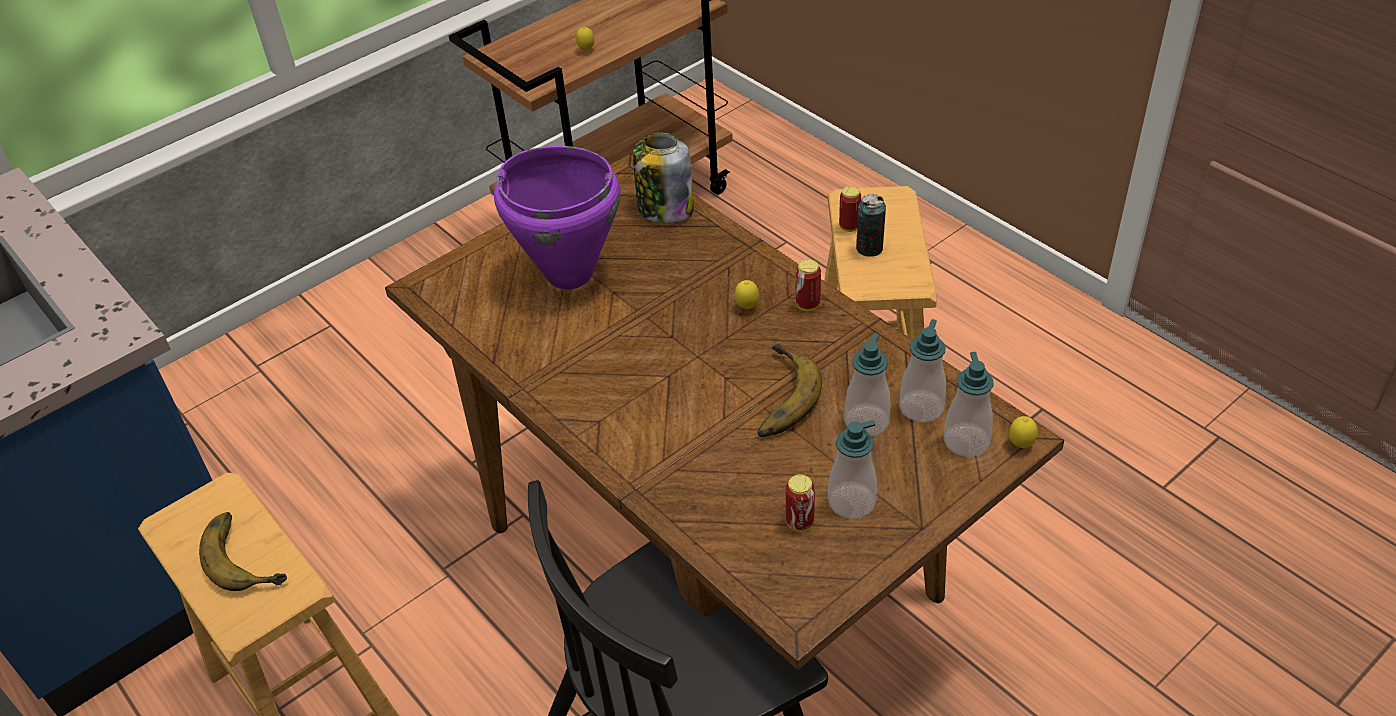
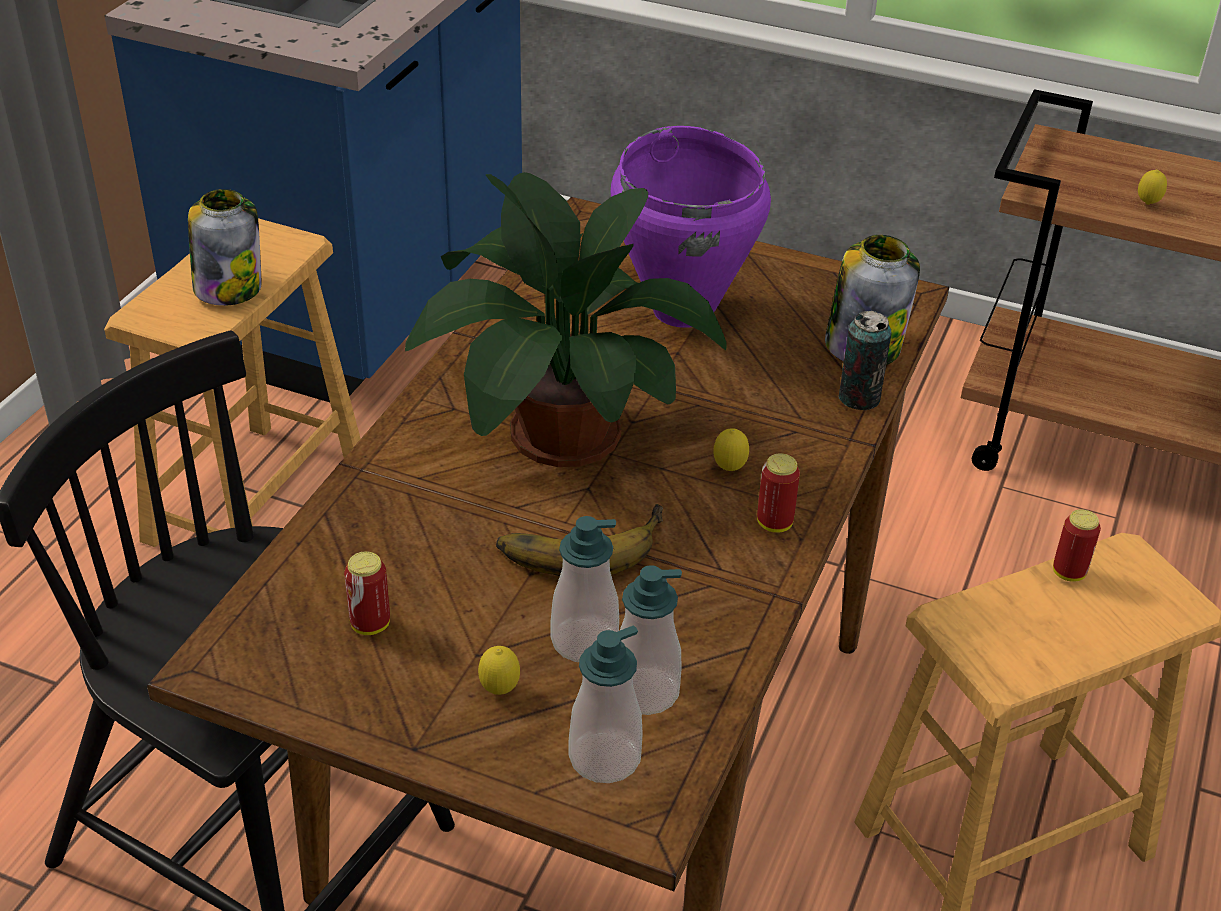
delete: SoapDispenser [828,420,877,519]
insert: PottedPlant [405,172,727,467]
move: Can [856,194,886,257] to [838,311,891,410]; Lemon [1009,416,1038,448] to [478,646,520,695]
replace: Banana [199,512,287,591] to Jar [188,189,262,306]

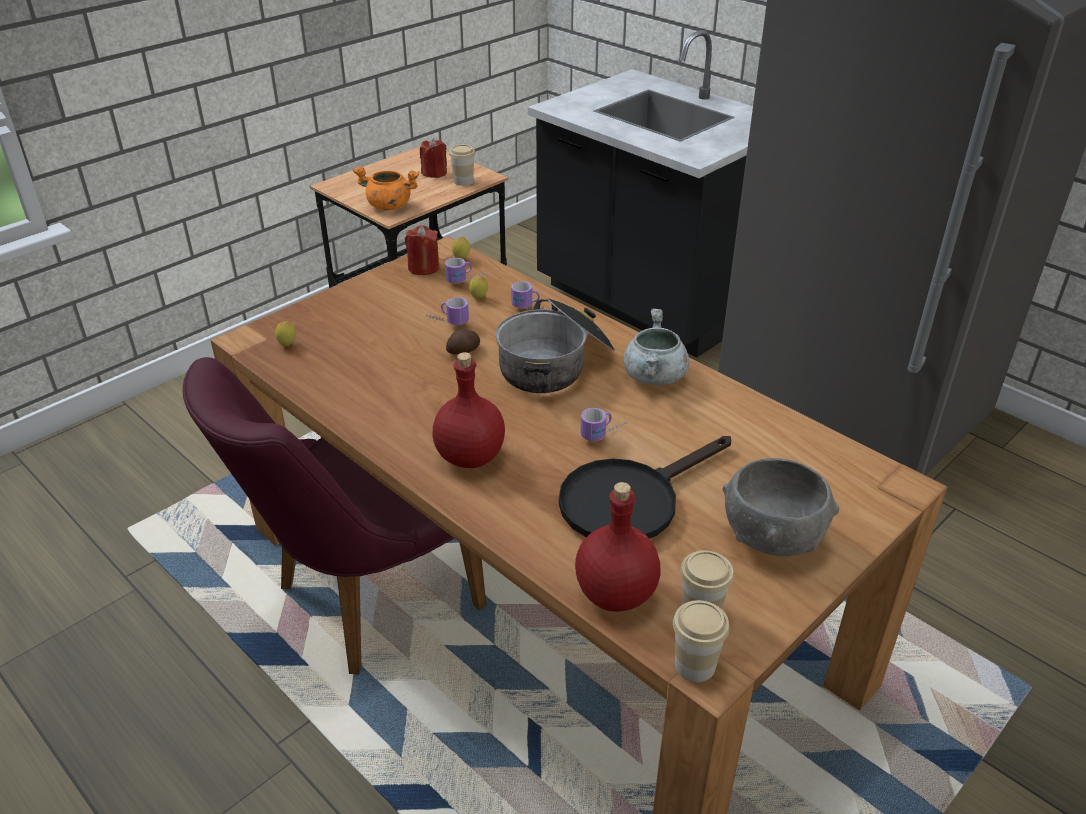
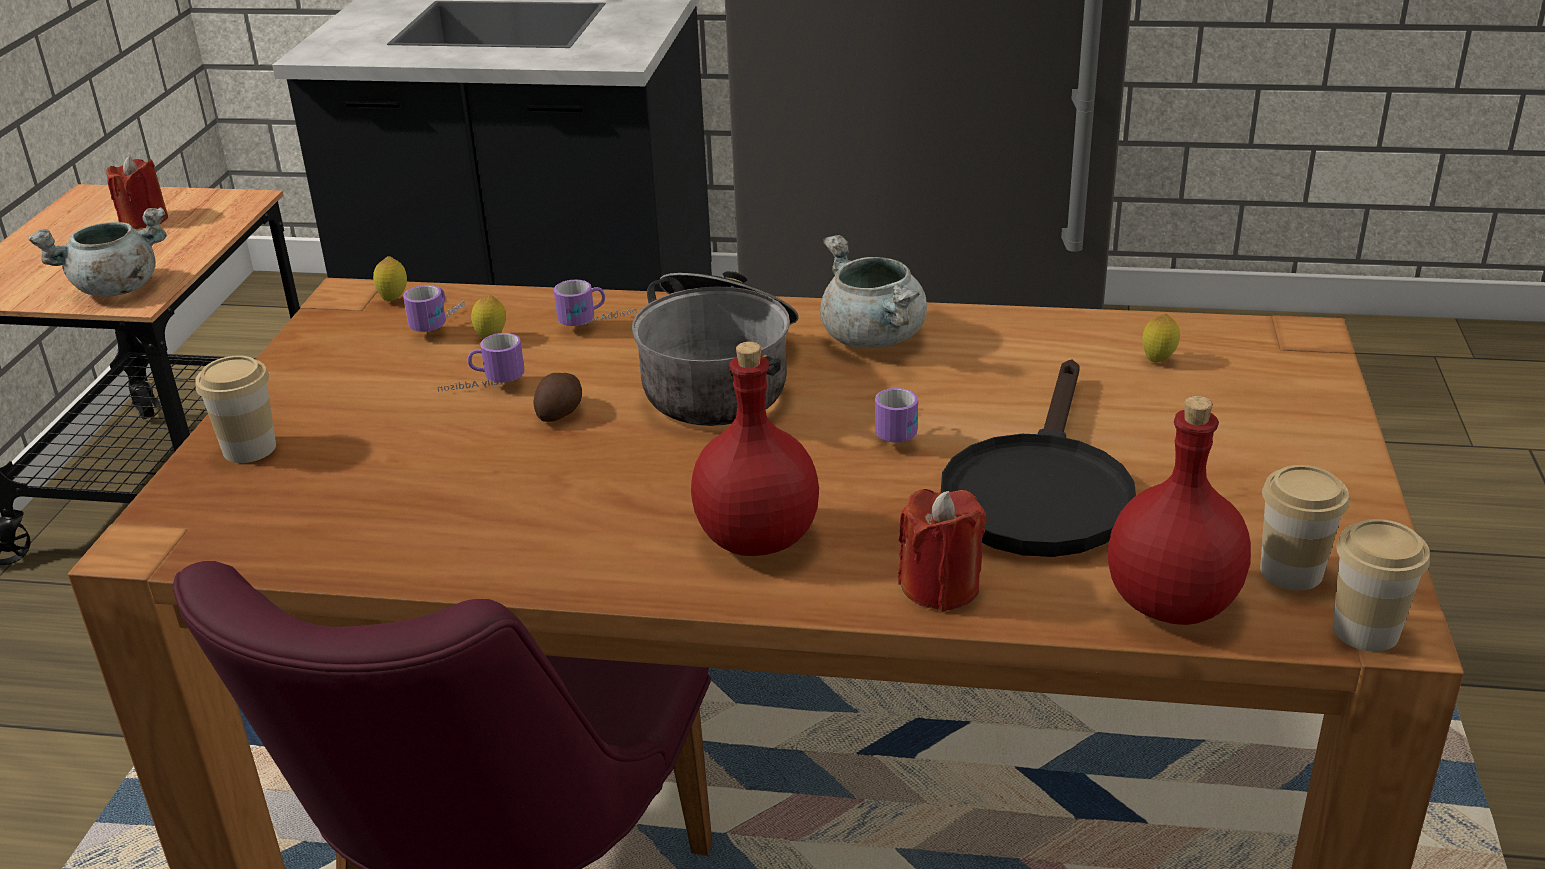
delete: GreyBowl [722,458,839,556]
move: Cup [449,144,475,186] to [195,355,276,463]; RedCandle [405,225,439,275] to [898,489,986,612]; Lemon [275,321,296,346] to [1142,314,1180,362]
recolor: OrangeCookingPot [353,167,419,210] to GreyCookingPot [28,207,167,297]

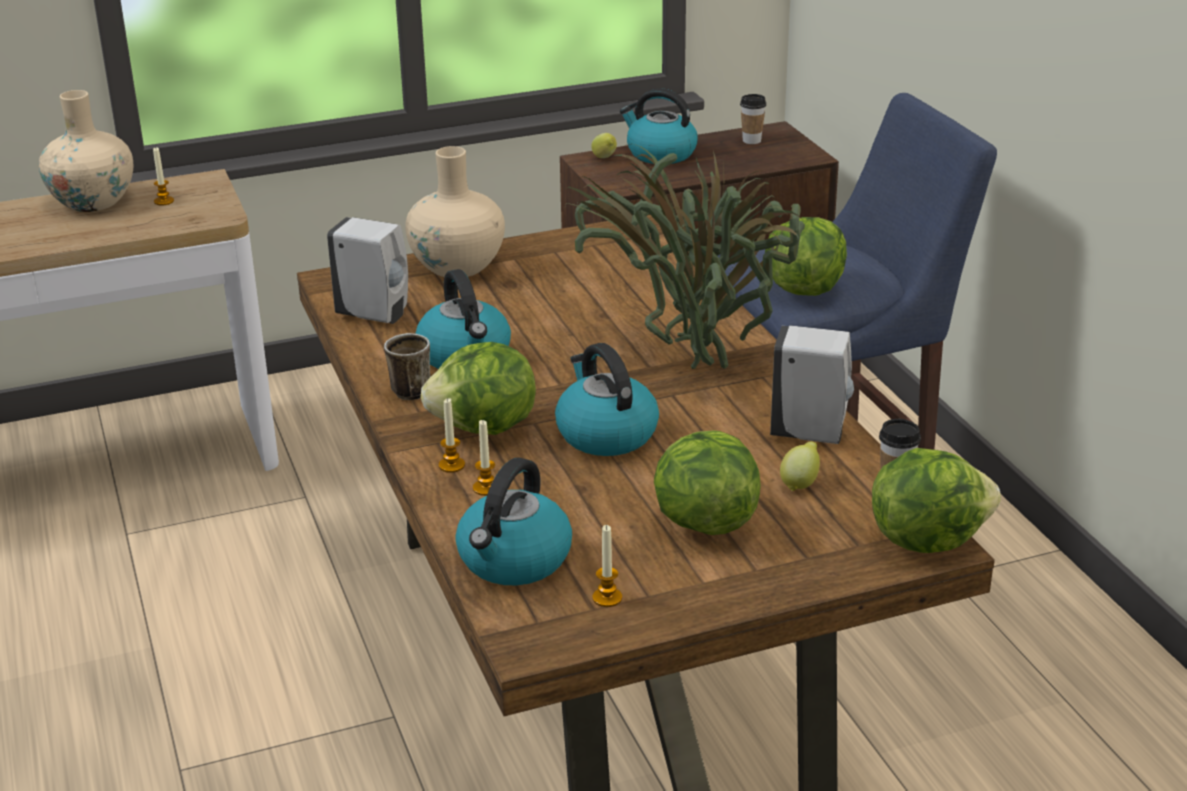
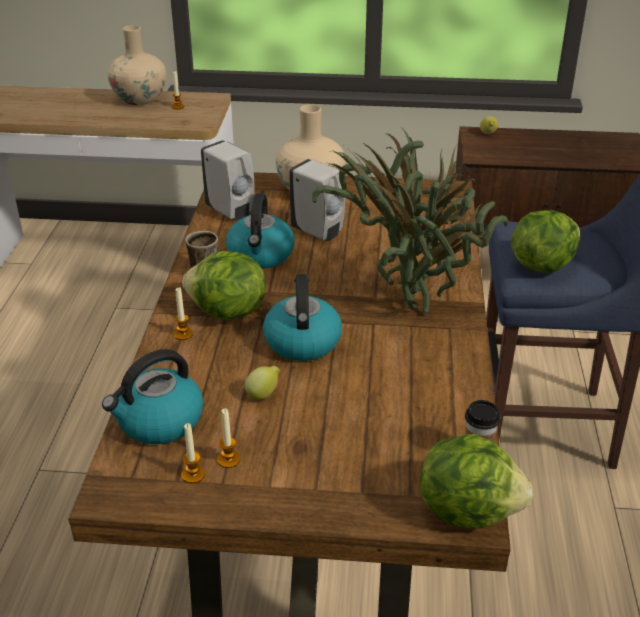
delete: Kettle [620,88,698,164]; Cup [740,94,766,144]; Lettuce [654,430,761,535]
move: WhiteSoapDispenser [770,325,854,444] to [289,159,345,241]; Candle [473,420,495,496] to [217,408,240,468]; Lemon [780,441,820,491] to [244,366,280,400]

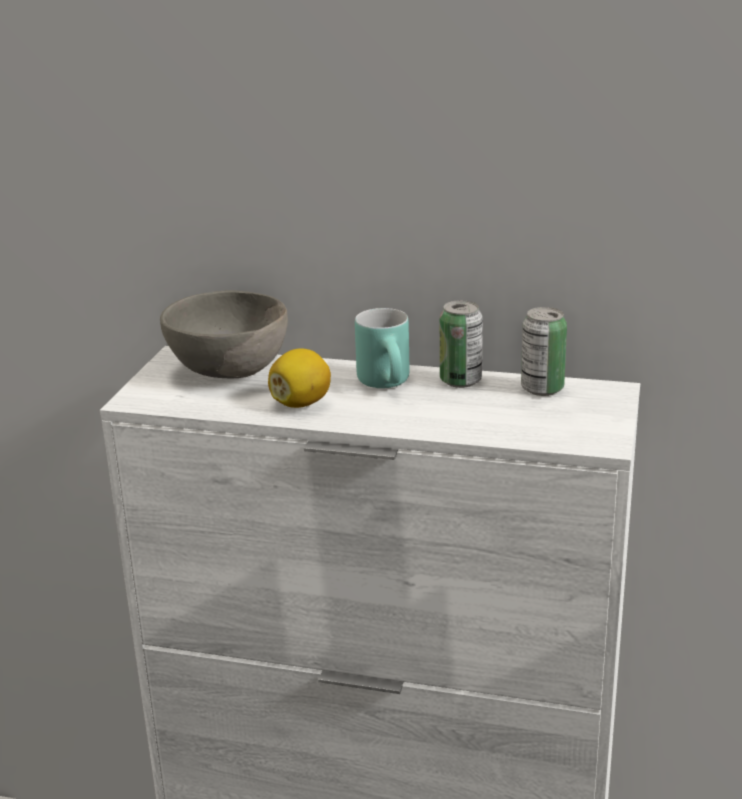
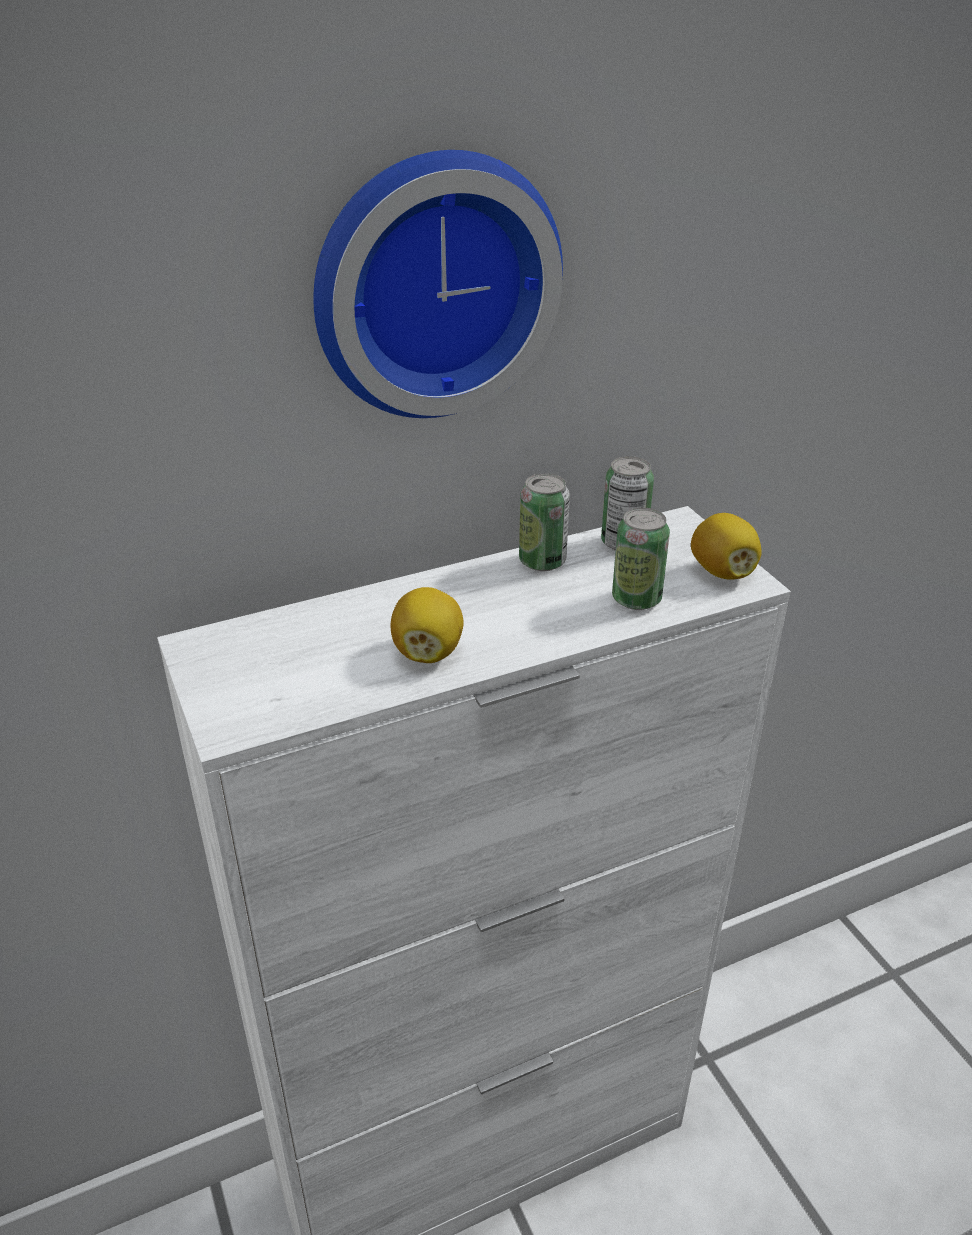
delete: GreyBowl [160,290,288,379]; TurquoiseMug [355,308,410,388]
insert: WallClock [313,150,563,418]; Can [612,508,670,610]; Lemon [691,513,762,580]

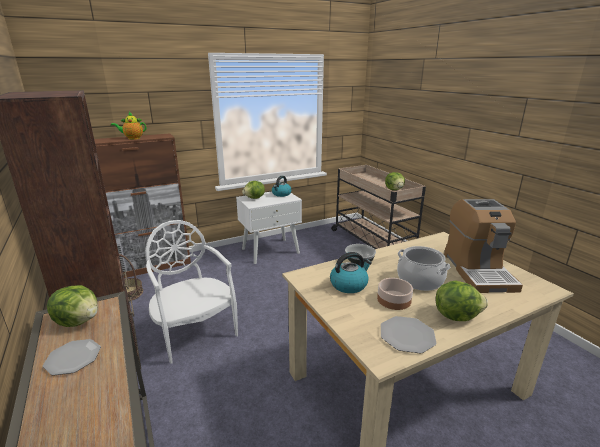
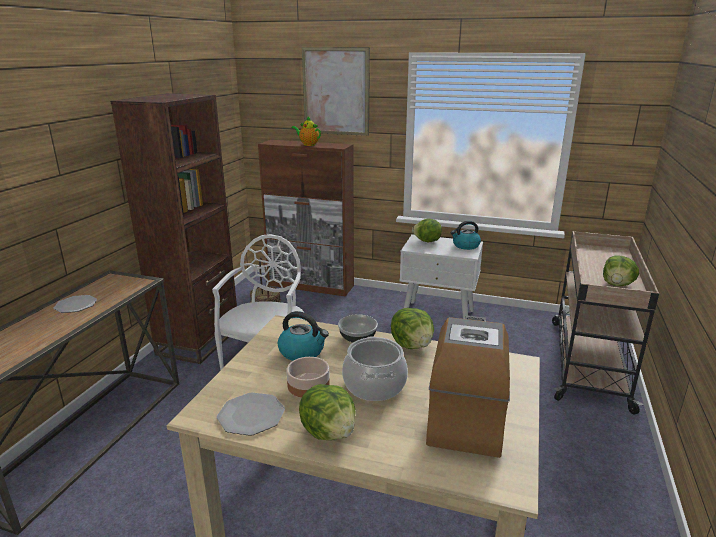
insert: Picture [302,47,370,136]
move: Lettuce [47,285,98,327] to [391,308,434,349]
rotate: CoffeeMachine [444,199,523,293] = [426,315,510,458] 150 degrees clockwise

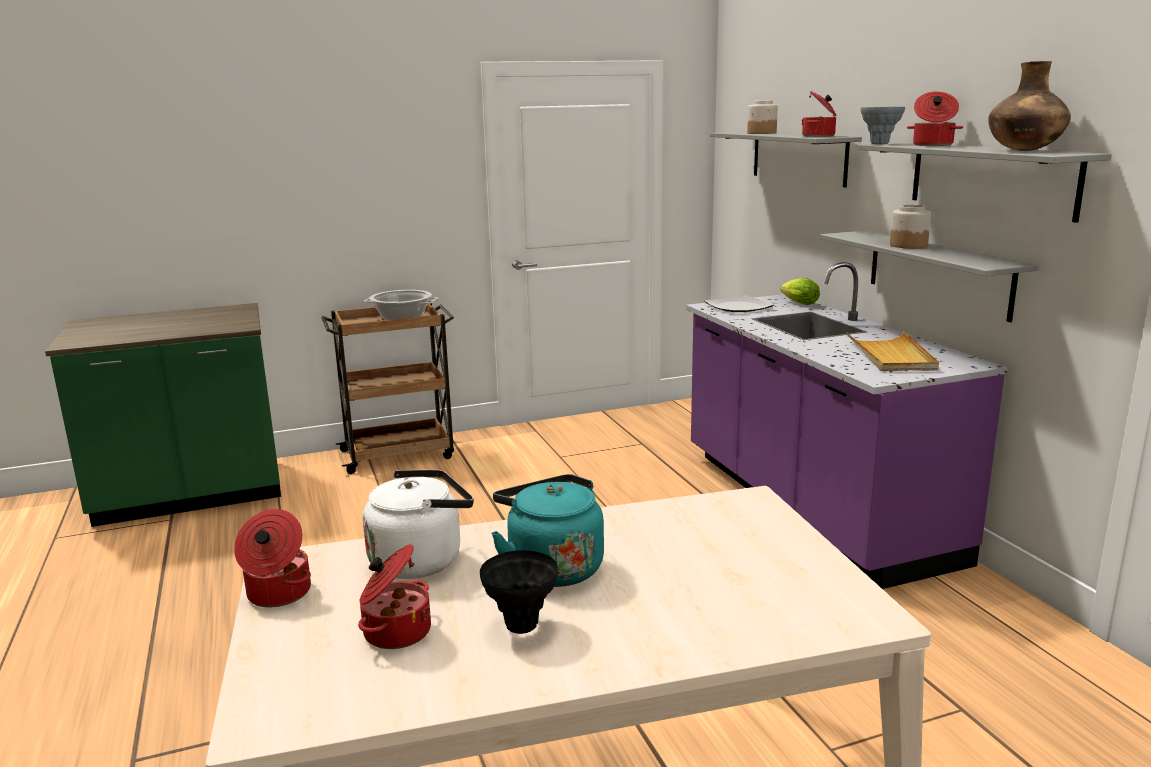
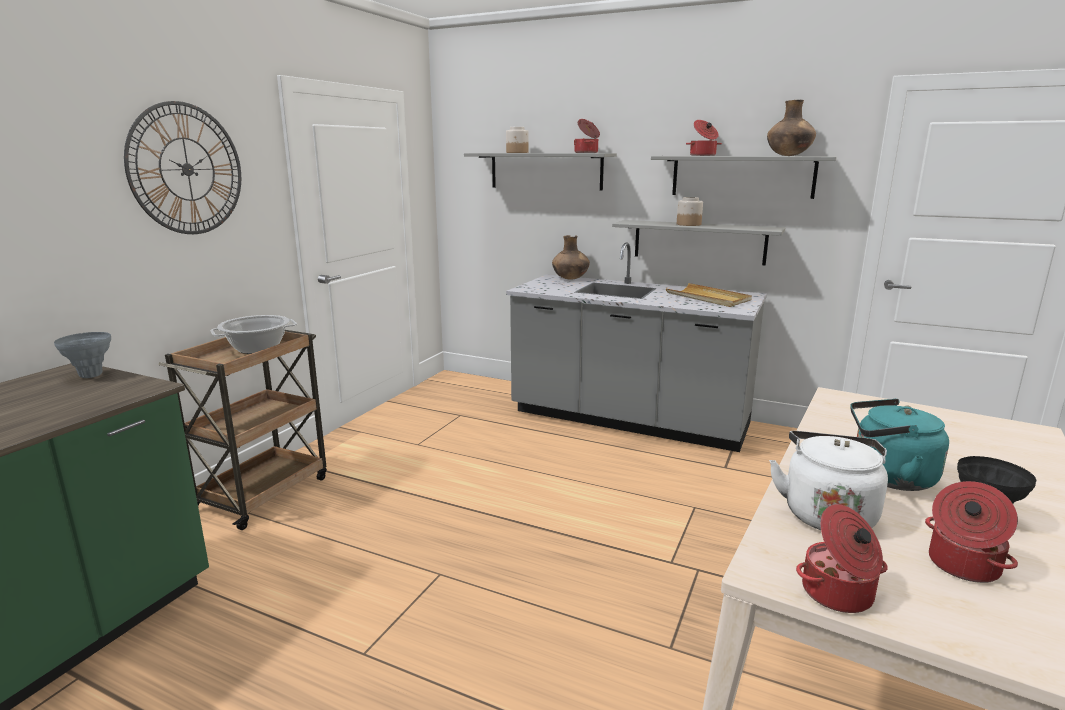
delete: Plate [704,295,774,312]
insert: WallClock [124,101,241,234]
move: GreyVase [861,107,905,144] to [54,332,111,378]
replace: Lettuce [780,278,820,305] to BrownVase [552,235,590,280]
recolor: PurpleCounter [686,262,1008,589] to GreyCounter [506,242,767,452]

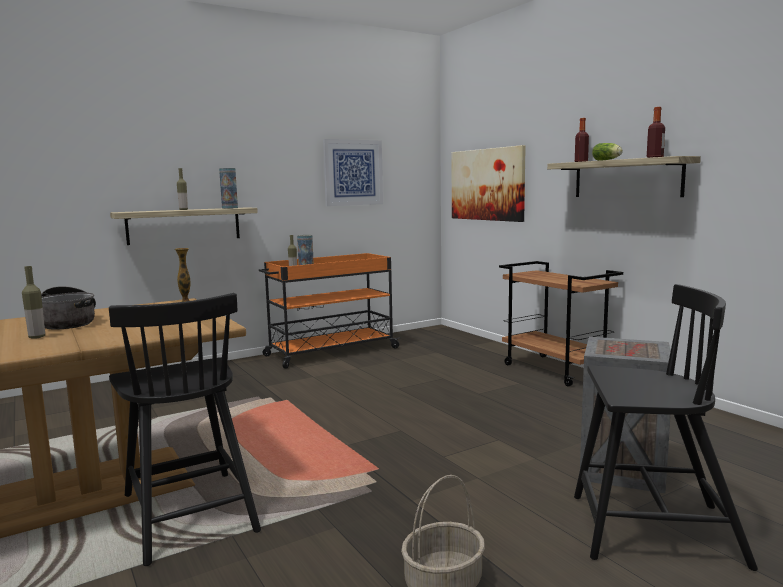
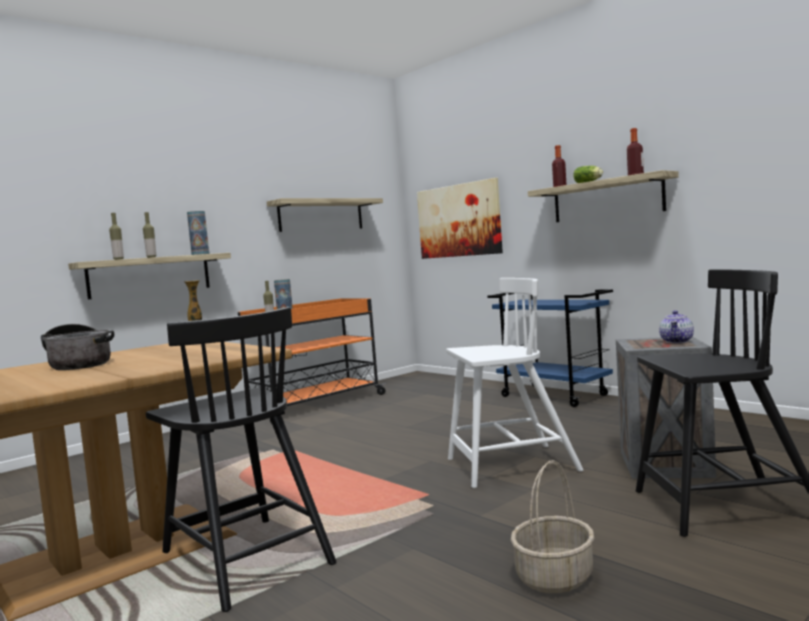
insert: WhiteChair [446,278,583,488]; Teapot [659,310,694,343]
move: Bottle [22,266,45,339] to [109,213,124,260]
replace: Picture [323,139,383,206] to Shelf [267,198,383,232]
recolor: BrownCart [499,261,623,386] to BlueCart [487,289,613,407]

